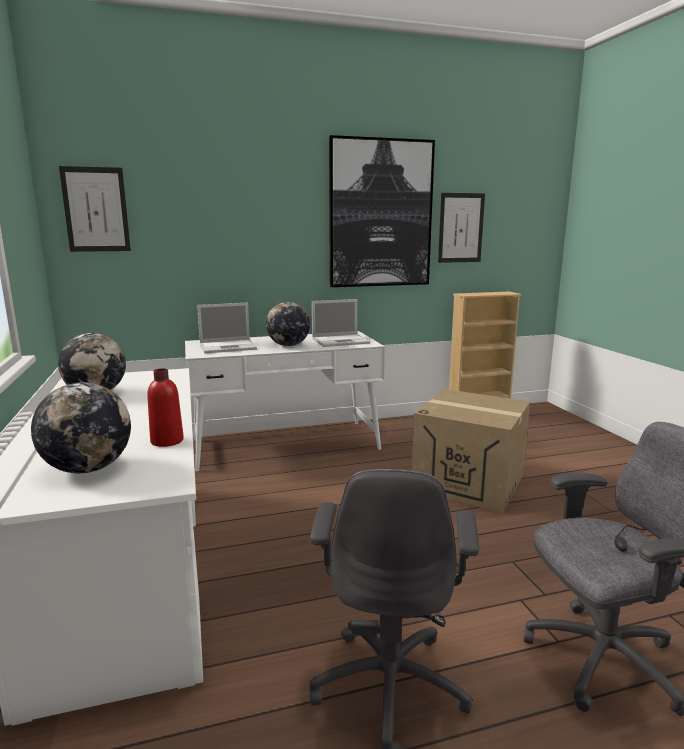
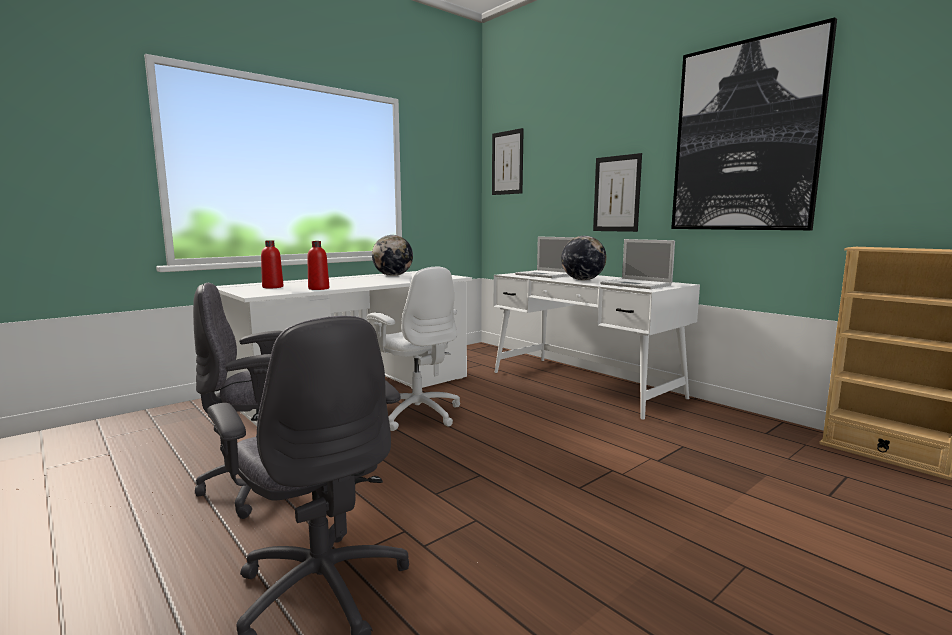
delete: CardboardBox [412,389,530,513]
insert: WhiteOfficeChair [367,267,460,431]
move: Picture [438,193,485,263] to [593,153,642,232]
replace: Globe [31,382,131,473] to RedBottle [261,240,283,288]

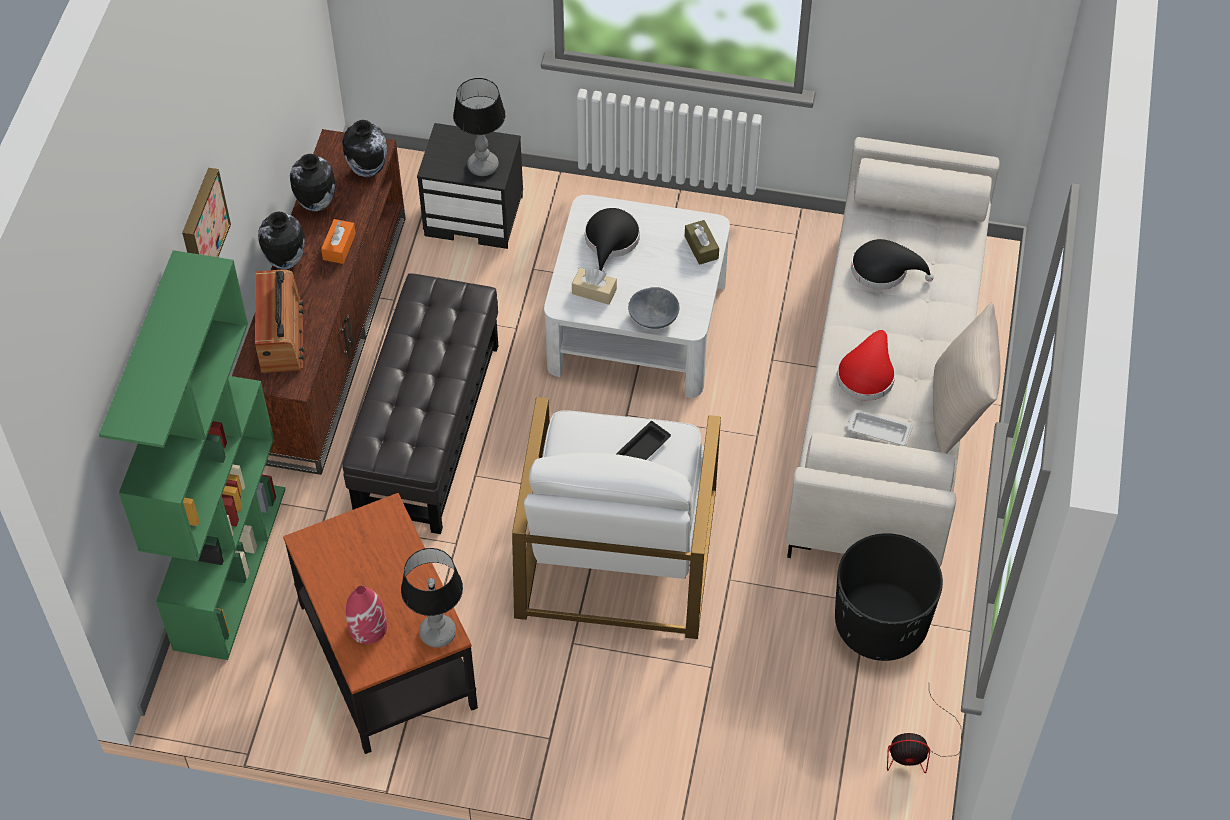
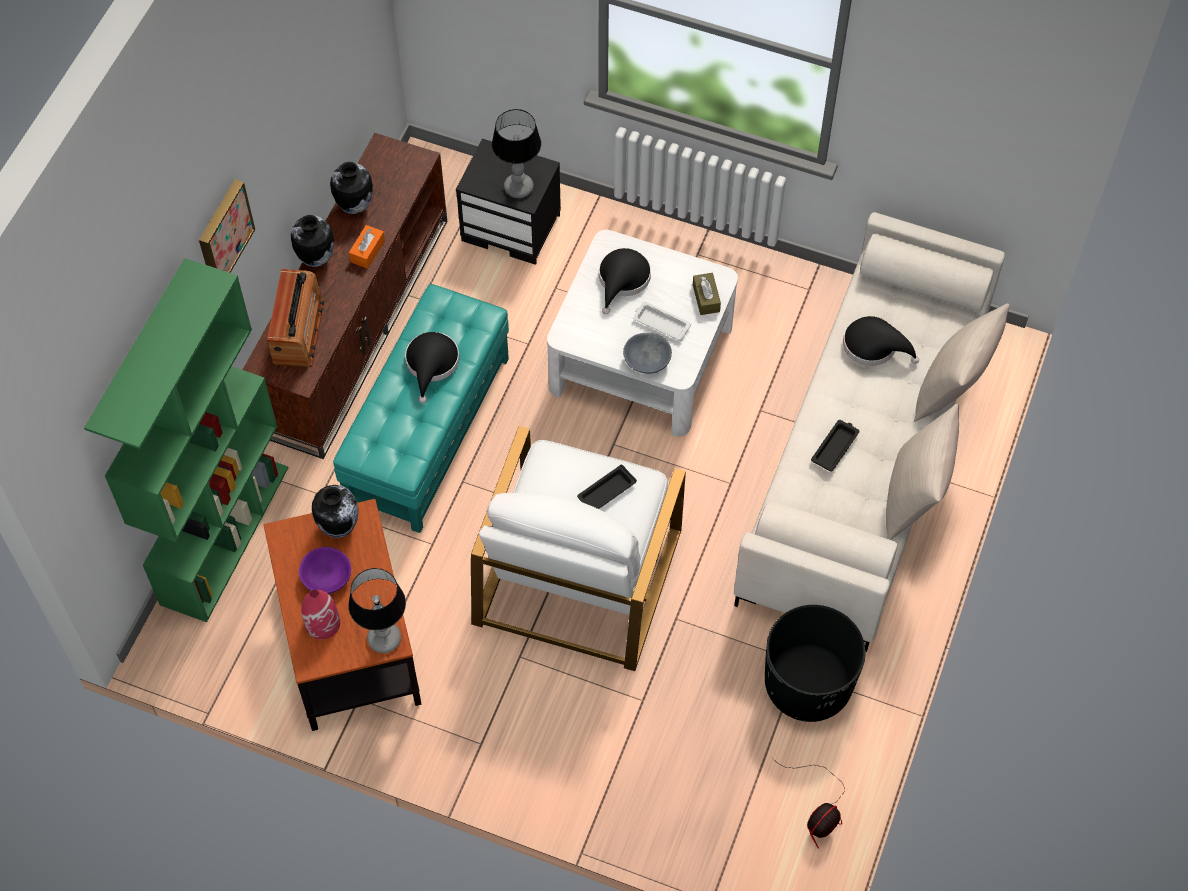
delete: BeigeTissueBox [572,268,617,305]
insert: BeigePillow [914,304,1009,422]; BlackHat [405,332,459,403]; PurpleBowl [299,547,351,594]
move: Vase [342,120,387,177] to [312,485,358,538]; WhiteTray [847,409,913,446] to [633,302,691,341]
replace: RedHat [837,330,895,401] to BlackTray [811,420,859,472]
recolor: BlackOttoman [342,273,498,534] to TurquoiseOttoman [333,284,509,533]
rotate: Fan [887,691,961,773] = [772,758,845,849] 60 degrees counterclockwise

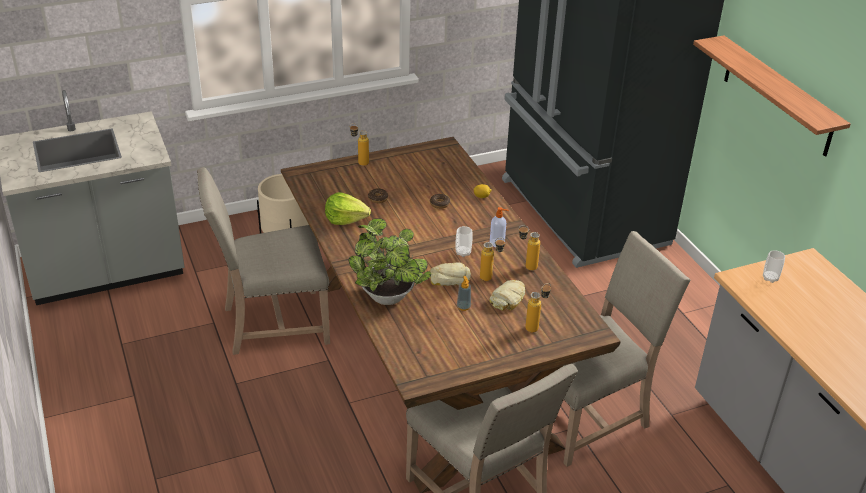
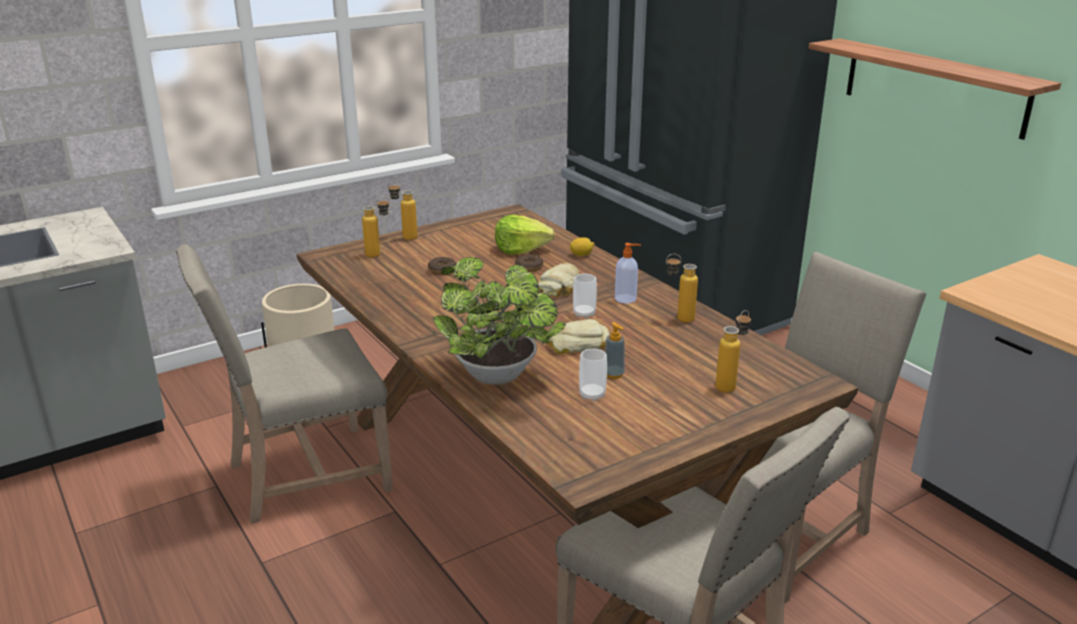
move: Lettuce [325,192,371,225] to [495,215,555,255]; Bottle [480,238,506,281] to [362,196,390,258]; Cup [763,250,785,283] to [579,349,607,401]; Bread [489,280,525,310] to [538,263,579,297]

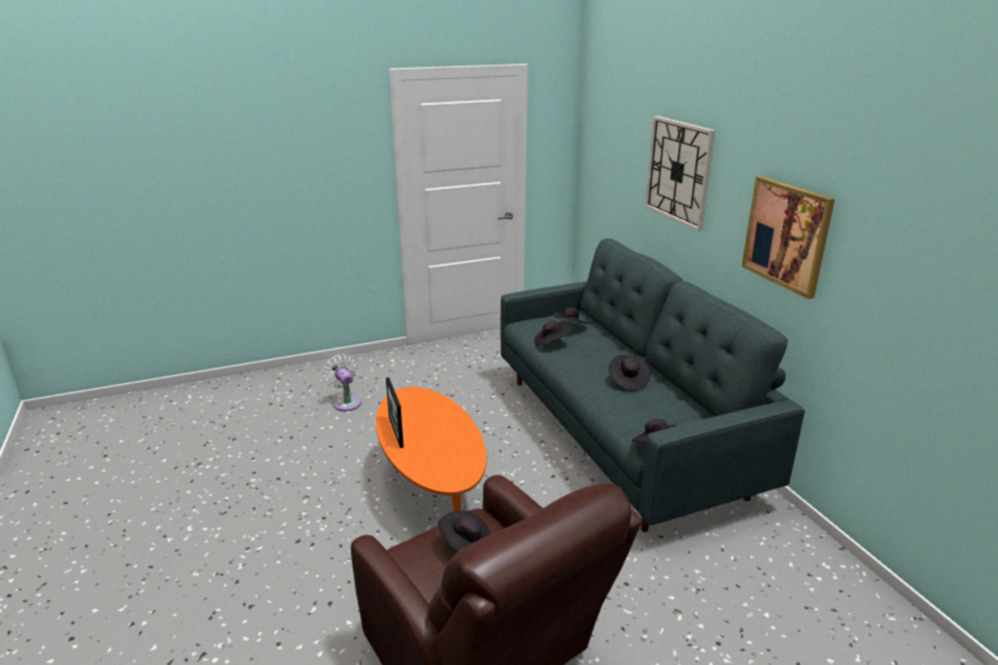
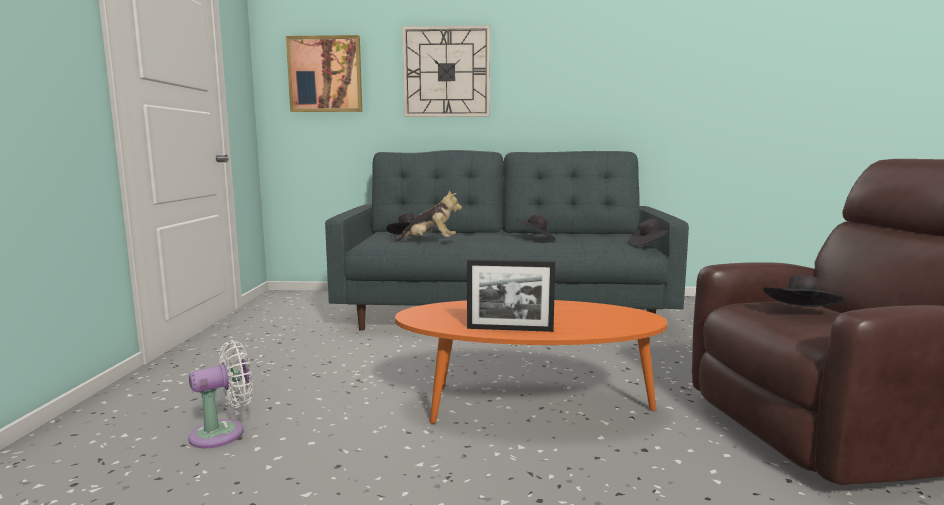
move: Picture [742,176,835,299] to [286,35,362,112]
replace: BlackHat [534,321,571,346] to PlushToy [394,191,462,242]
rotate: WhiteFan [322,354,361,411] = [188,340,253,448] 150 degrees clockwise

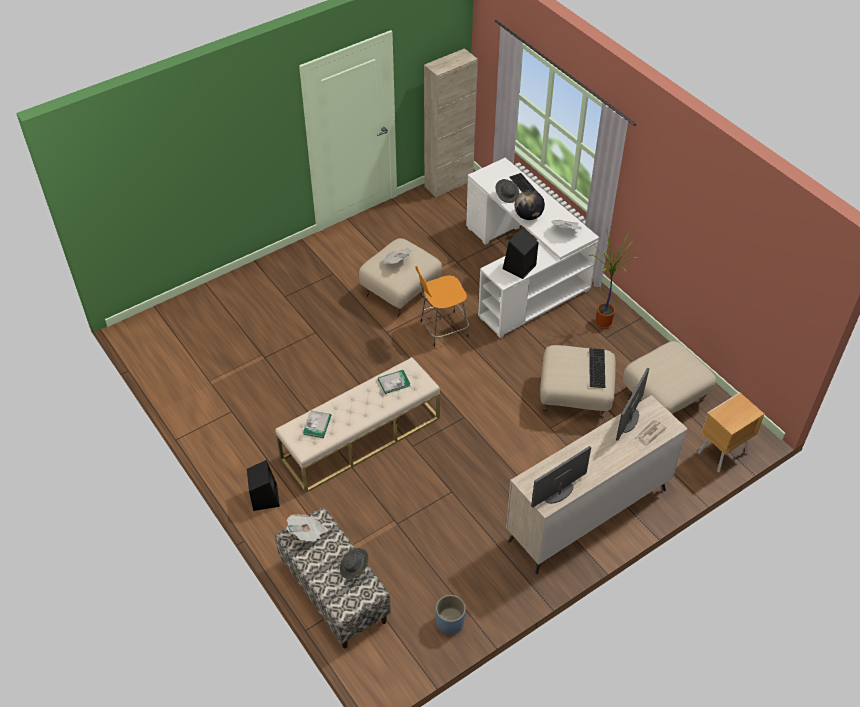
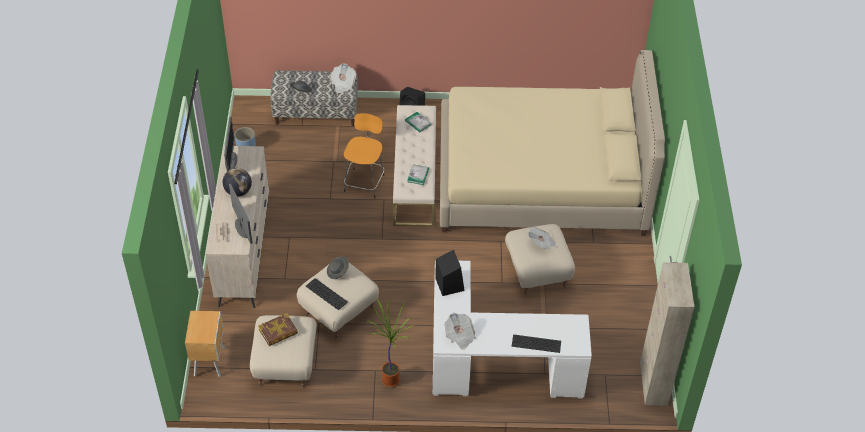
insert: BeigeBed [440,50,665,236]; Book [258,313,298,346]
move: GreyHat [495,179,519,203] to [327,256,349,279]; Globe [515,190,545,220] to [223,168,252,197]; OrangeStool [415,266,469,347] to [344,114,384,198]

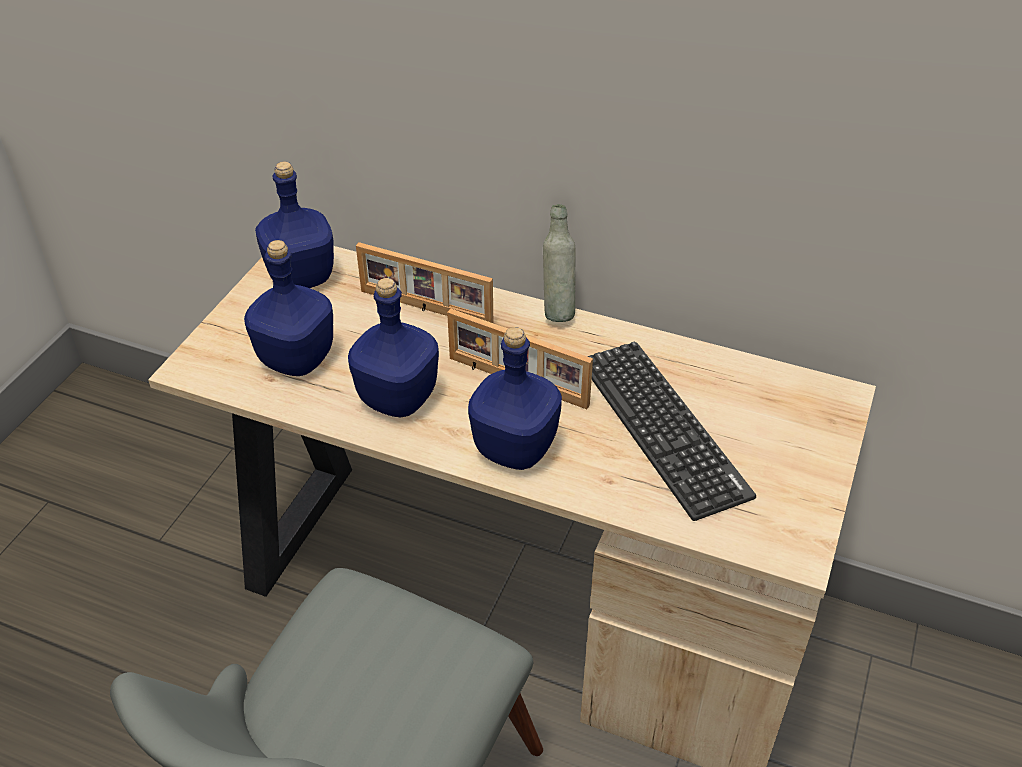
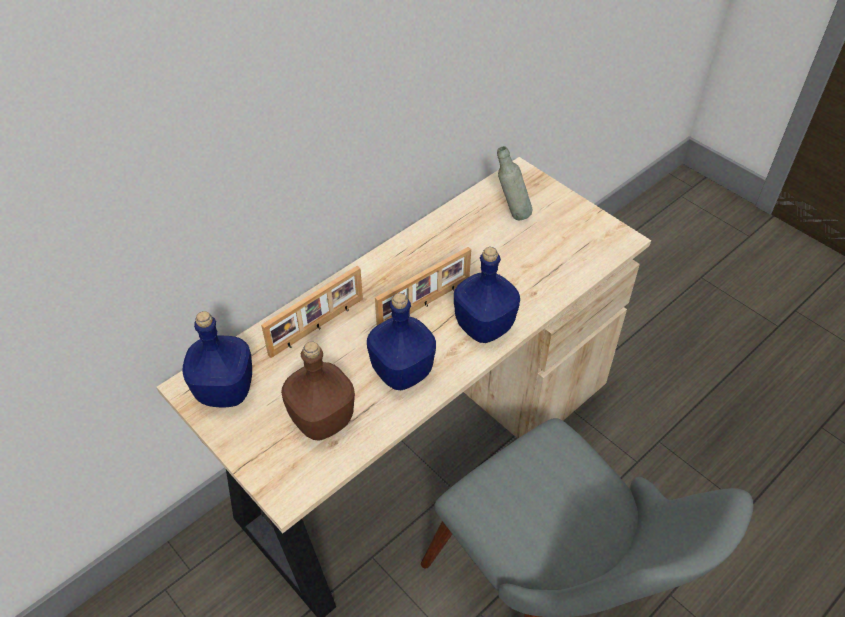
delete: Keyboard [587,342,756,521]
move: GreyBottle [543,204,576,322] to [497,146,532,220]
recolor: BlueBottle [244,240,333,376] to BrownBottle [281,341,355,440]

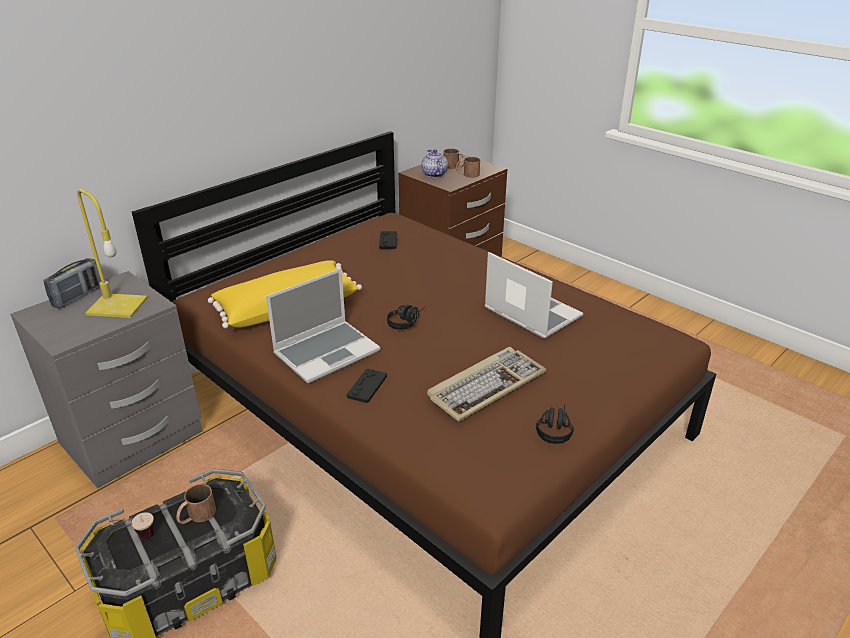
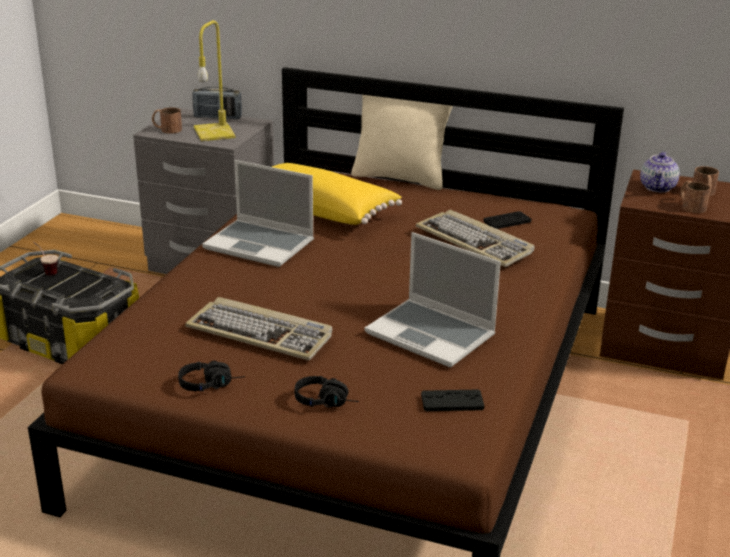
insert: BeigePillow [351,95,453,190]; Keyboard [416,210,535,267]
move: BlackHeadphones [387,304,425,330] to [295,376,359,408]; BlackGameController [347,369,387,403] to [421,389,484,411]; BrownMug [176,484,216,524] to [152,108,182,134]
rotate: Teapot [421,149,448,178] = [640,151,680,192] 150 degrees clockwise; Laptop [484,252,583,339] = [365,232,501,367] 105 degrees clockwise

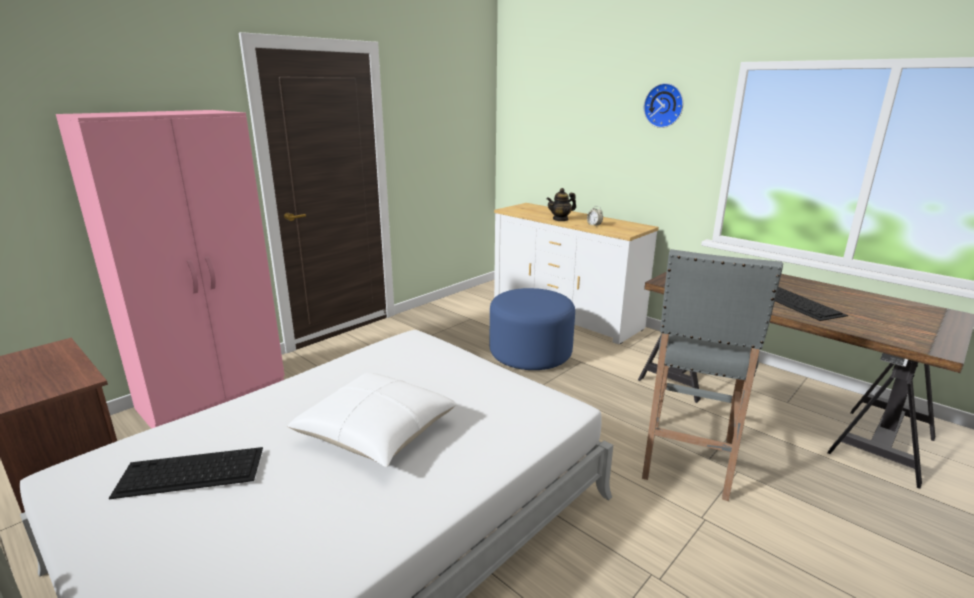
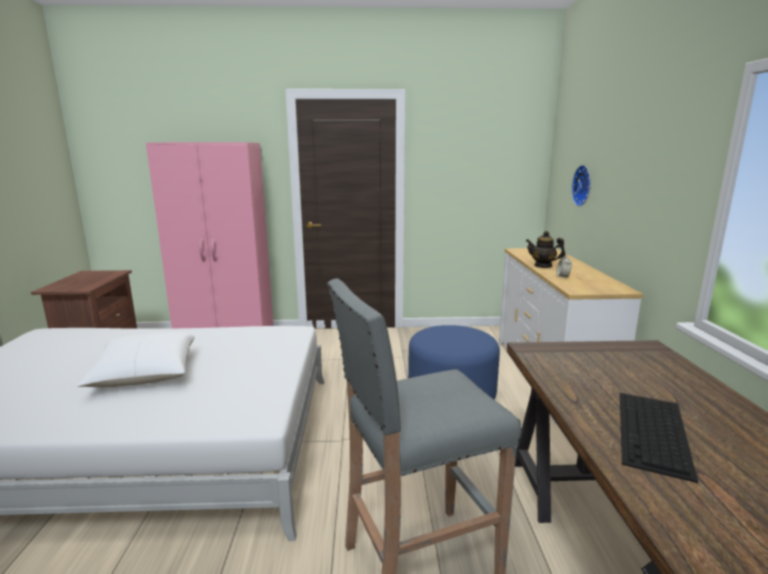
delete: Keyboard [109,447,263,499]
move: WallClock [644,83,683,128] to [572,165,591,206]

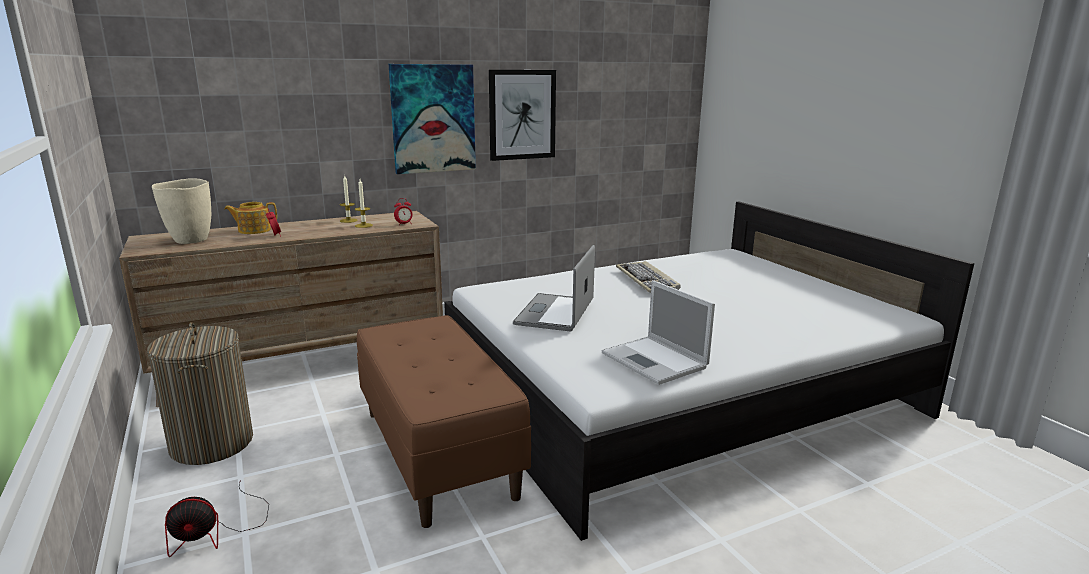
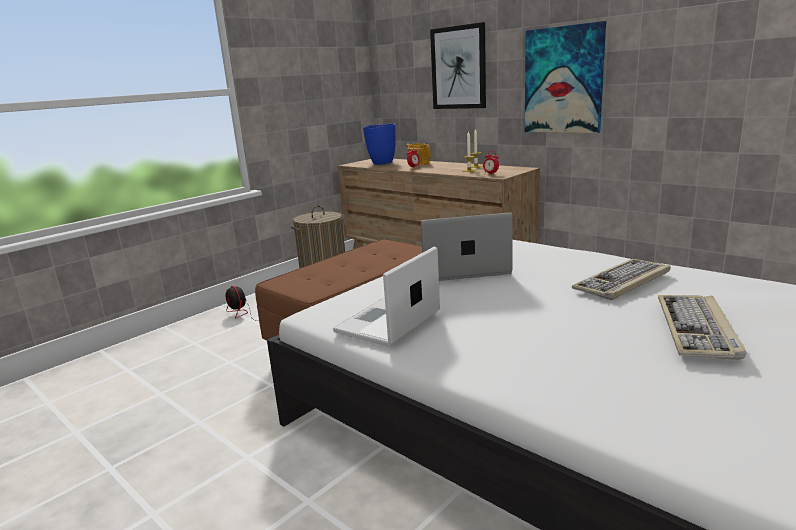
insert: Keyboard [658,295,746,360]
move: Picture [489,70,556,161] to [430,22,486,109]
recolor: BeigeVase [152,178,211,244] to BlueVase [363,123,396,165]

